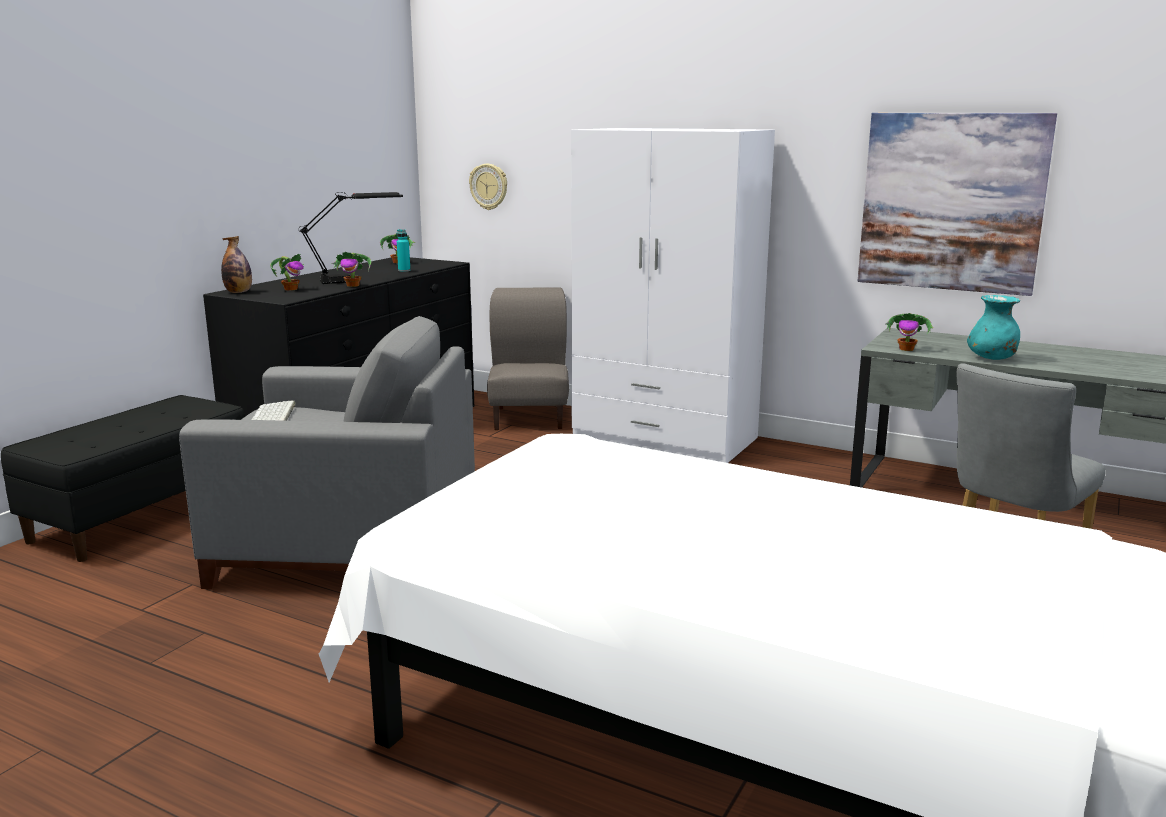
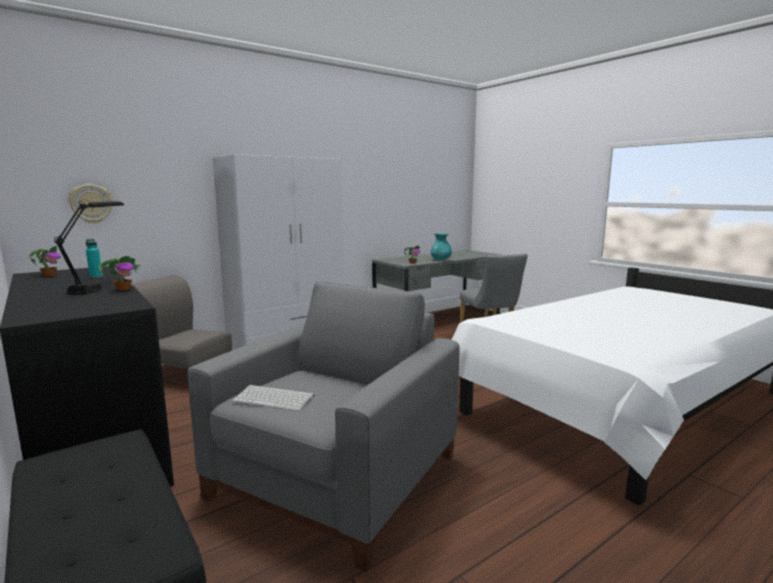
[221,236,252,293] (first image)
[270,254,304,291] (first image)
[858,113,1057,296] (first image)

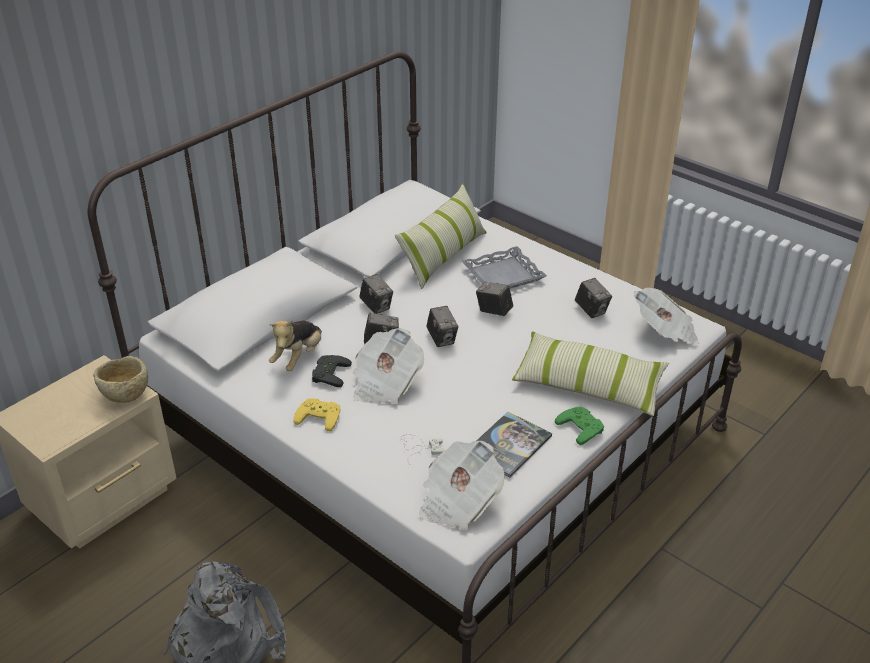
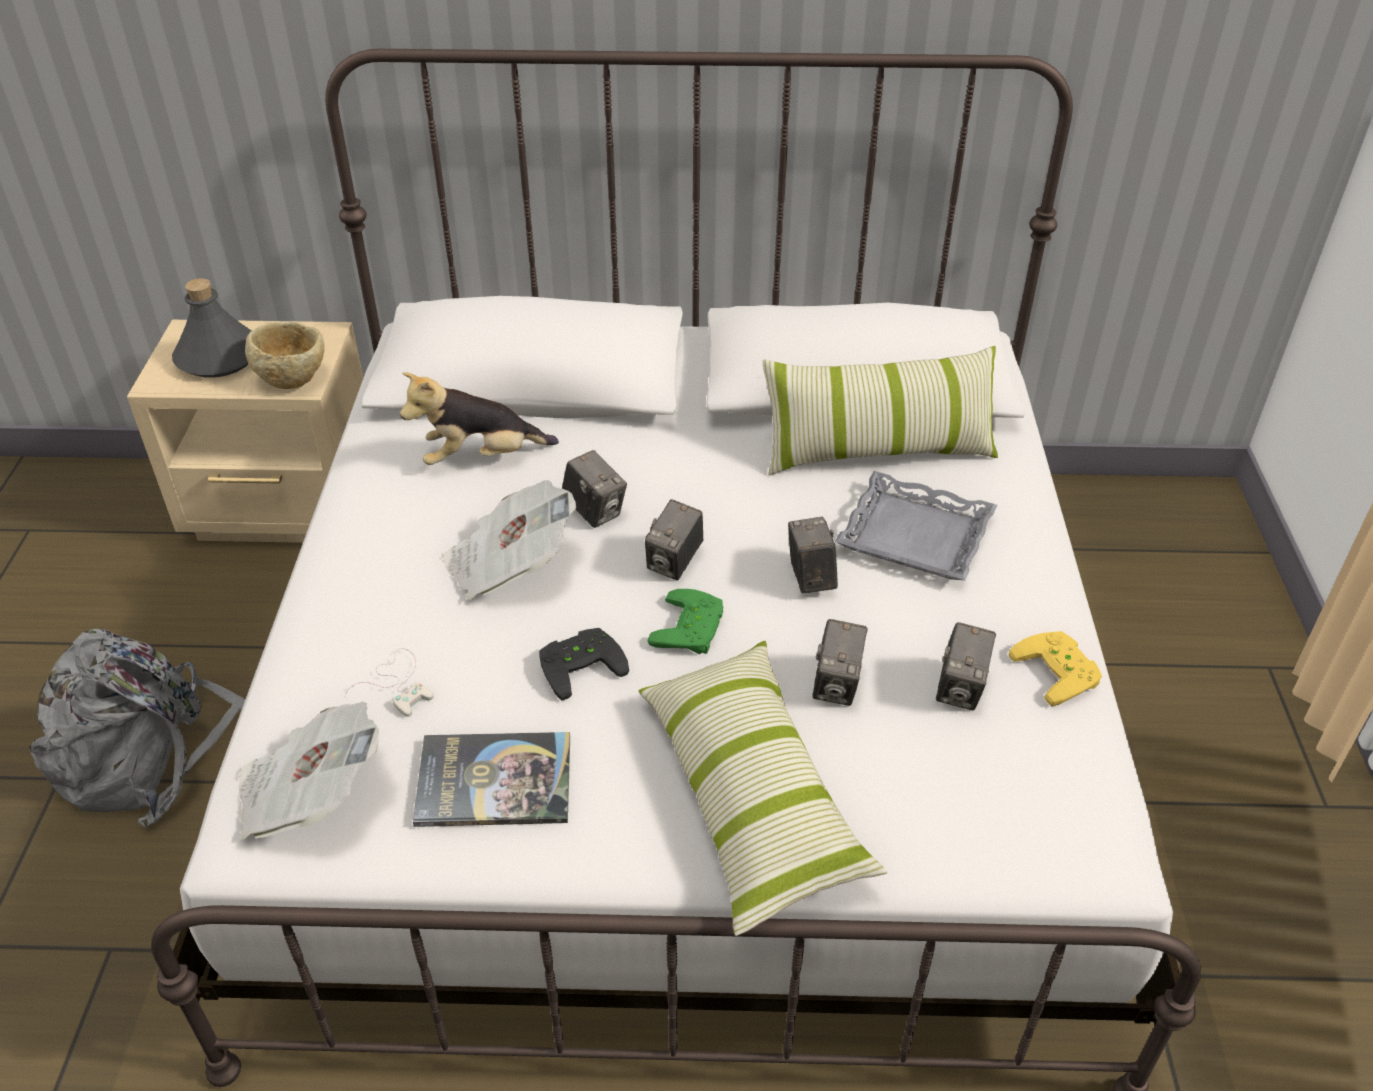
[1008,631,1102,706]
[539,628,629,700]
[812,619,868,706]
[647,589,723,654]
[634,288,699,345] (first image)
[172,278,251,378]

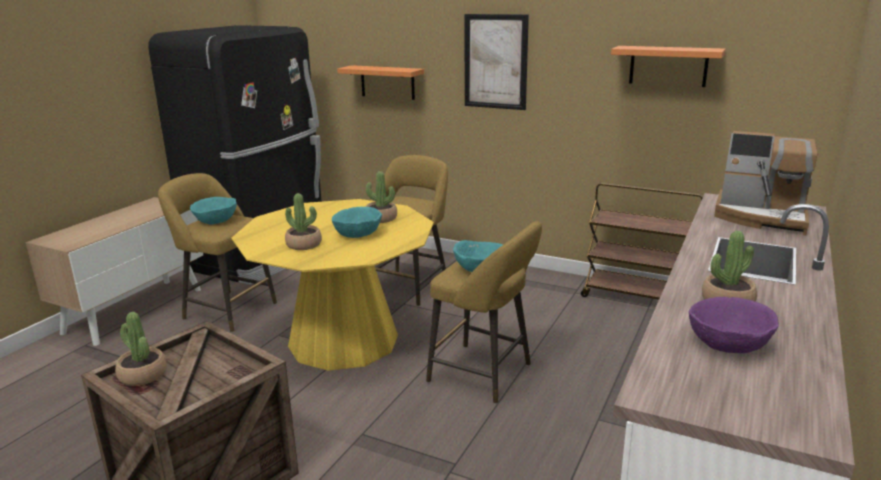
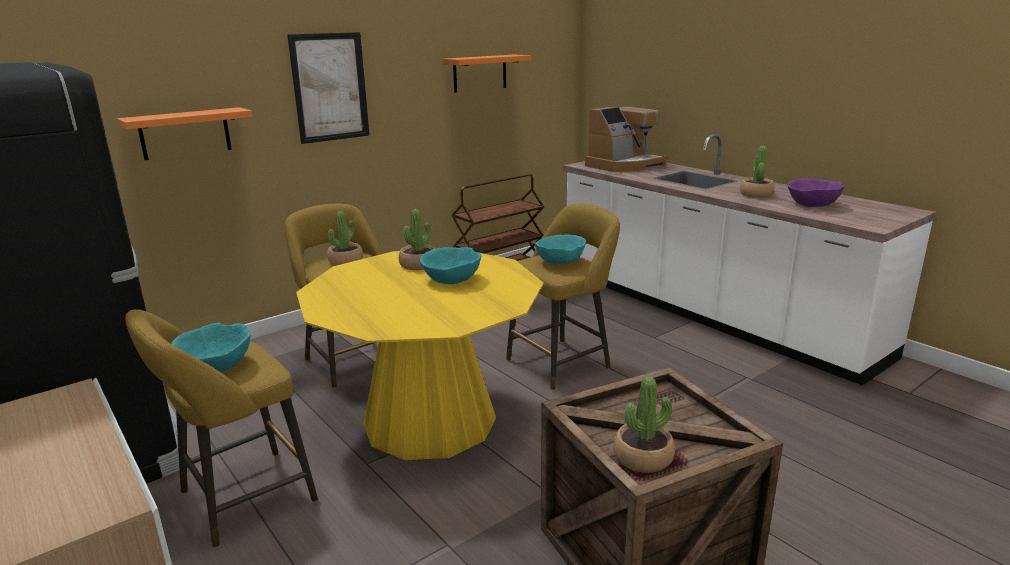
[327,211,363,265]

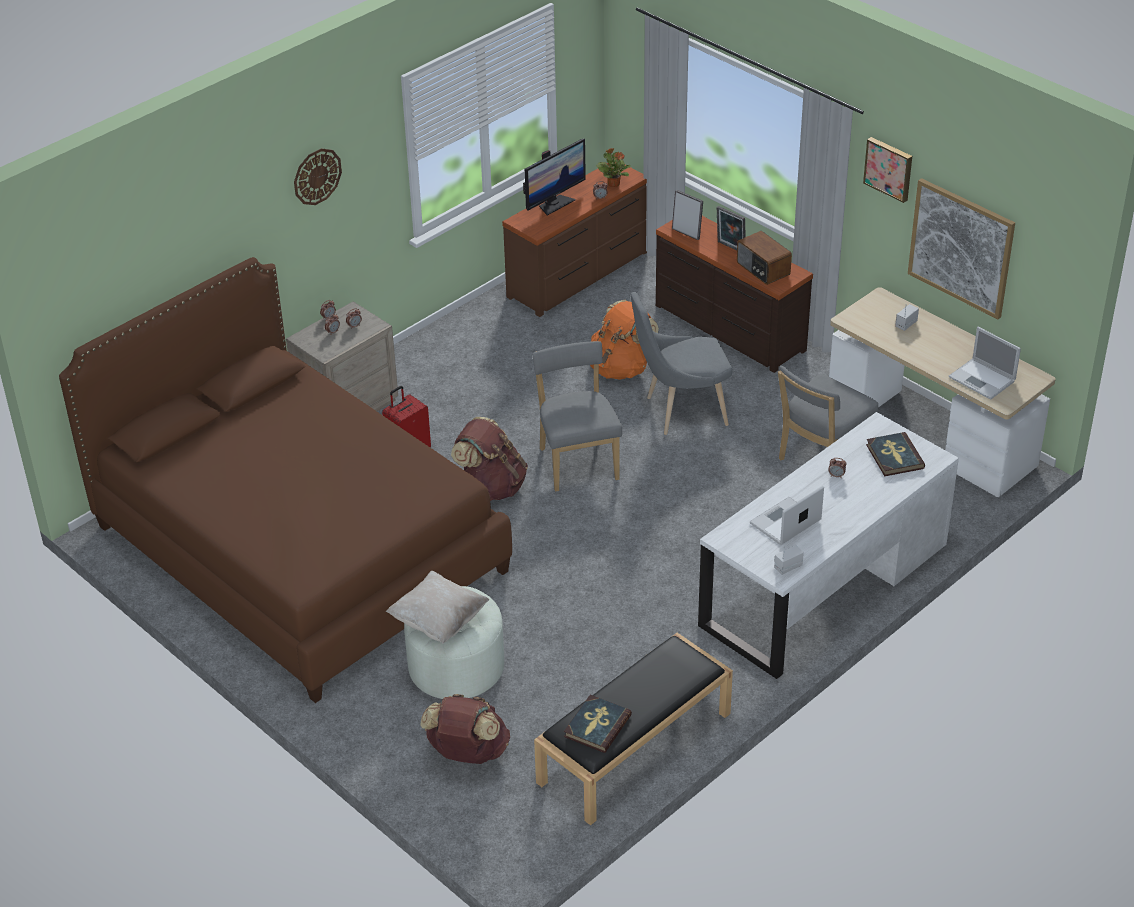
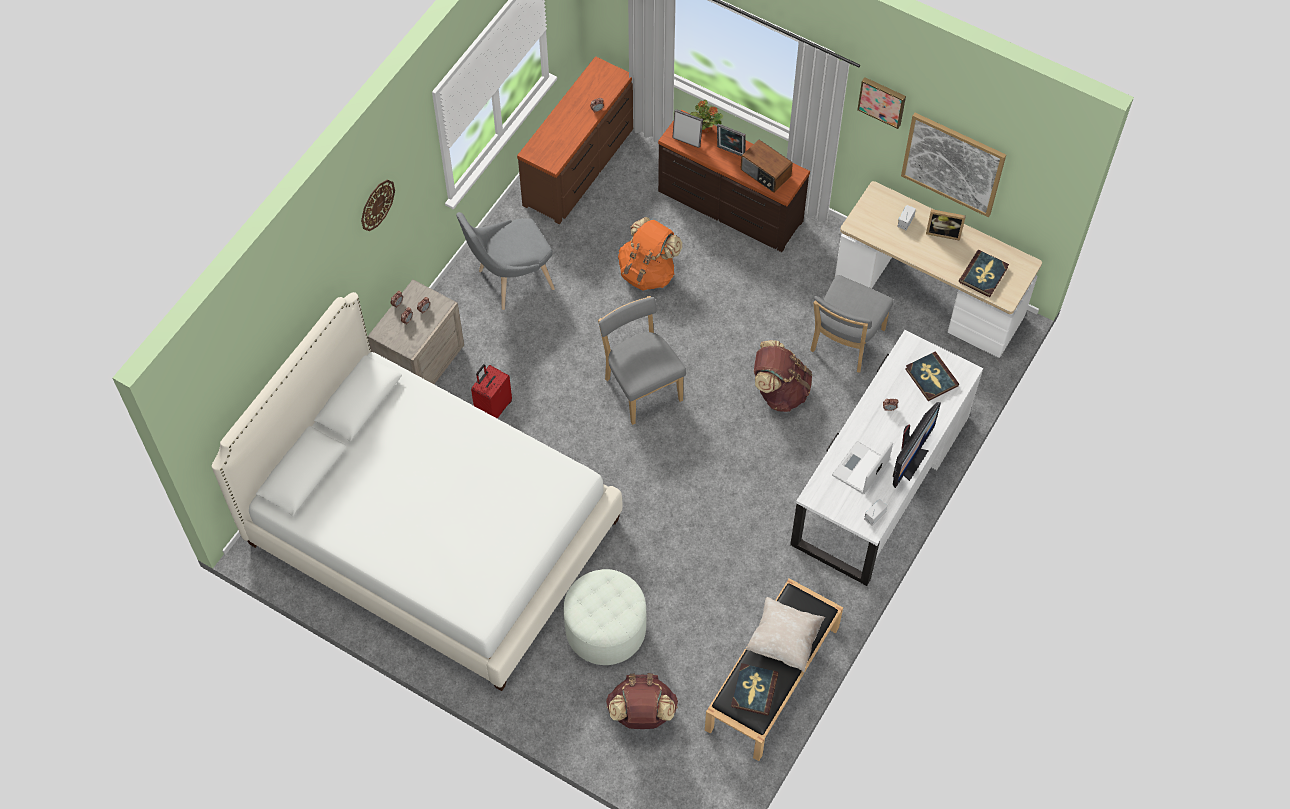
[212,292,622,691]
[745,597,825,672]
[754,340,812,412]
[893,402,941,488]
[690,100,723,133]
[456,212,555,310]
[959,250,1009,297]
[926,209,966,241]

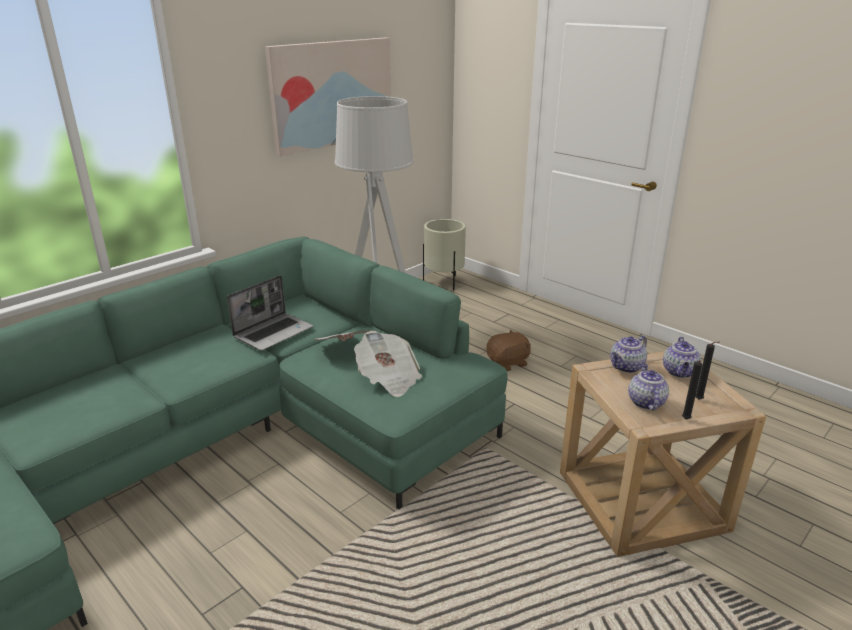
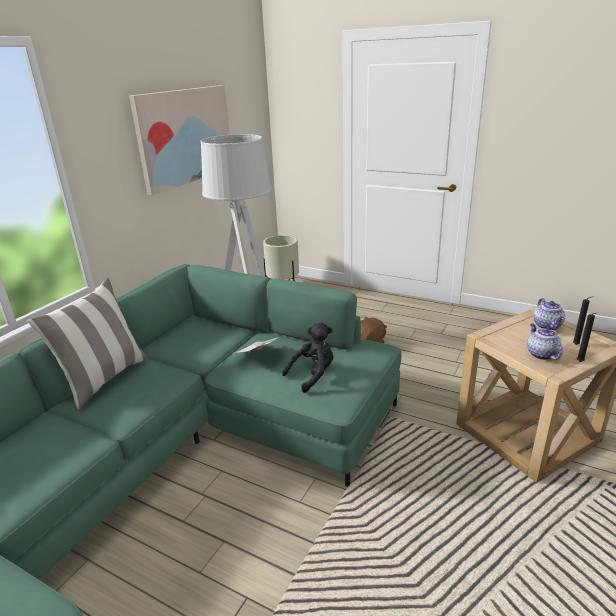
[227,275,313,351] (first image)
[282,322,333,393]
[610,335,647,373] (first image)
[27,278,148,409]

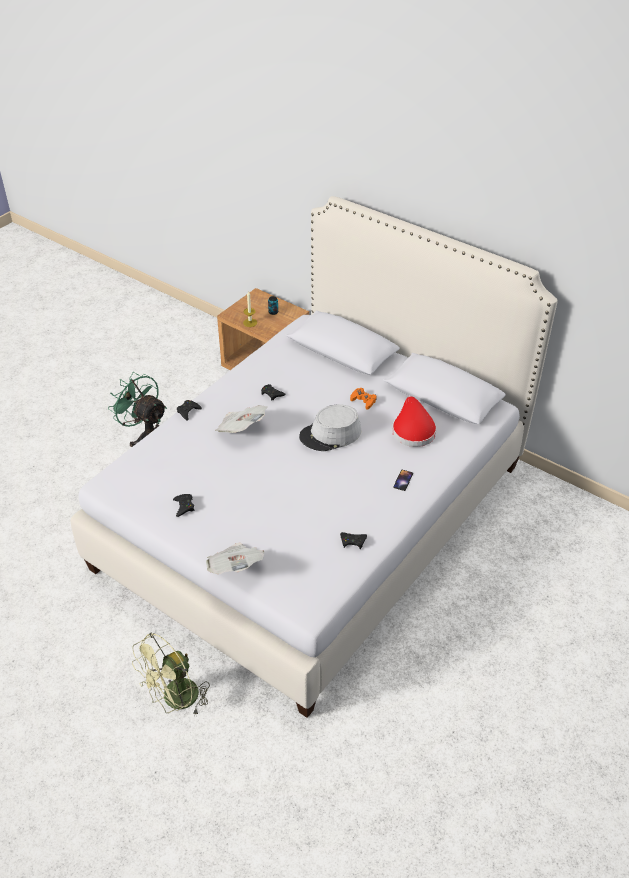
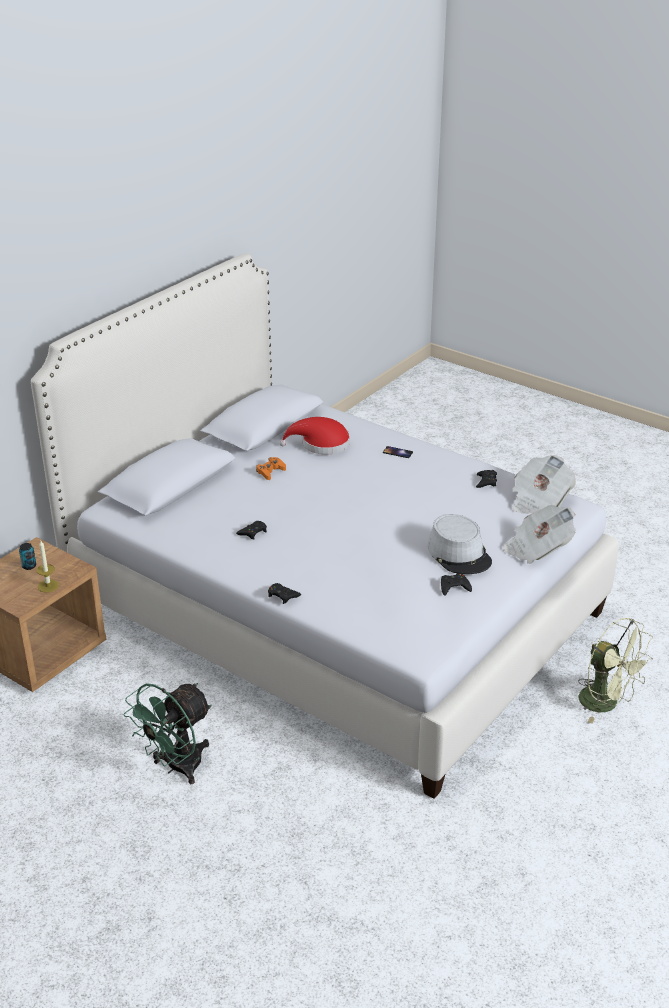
[512,455,576,514]
[427,514,492,574]

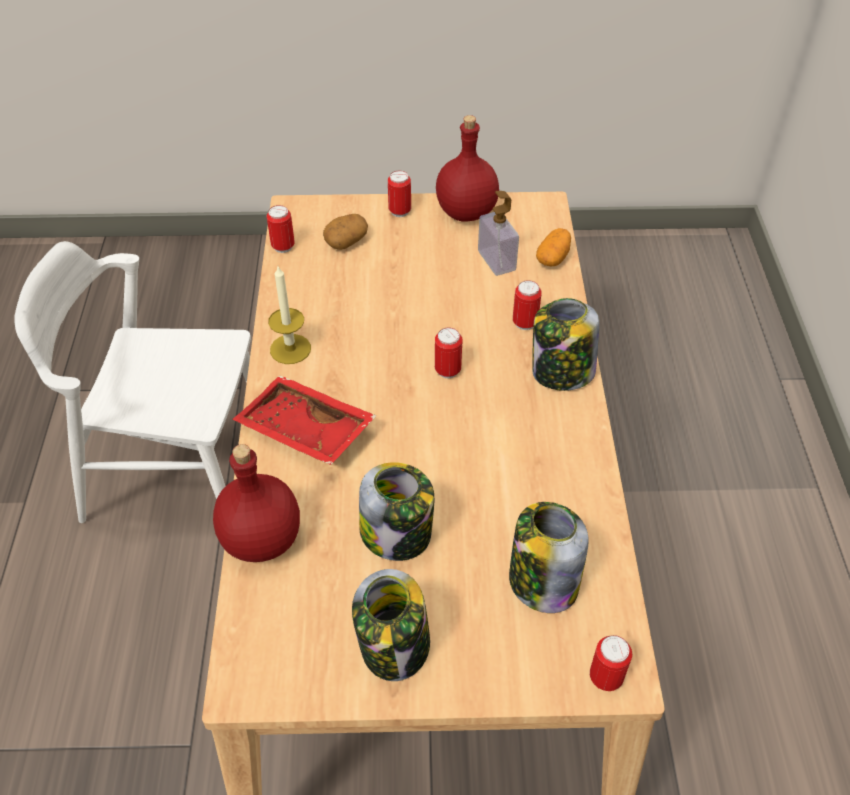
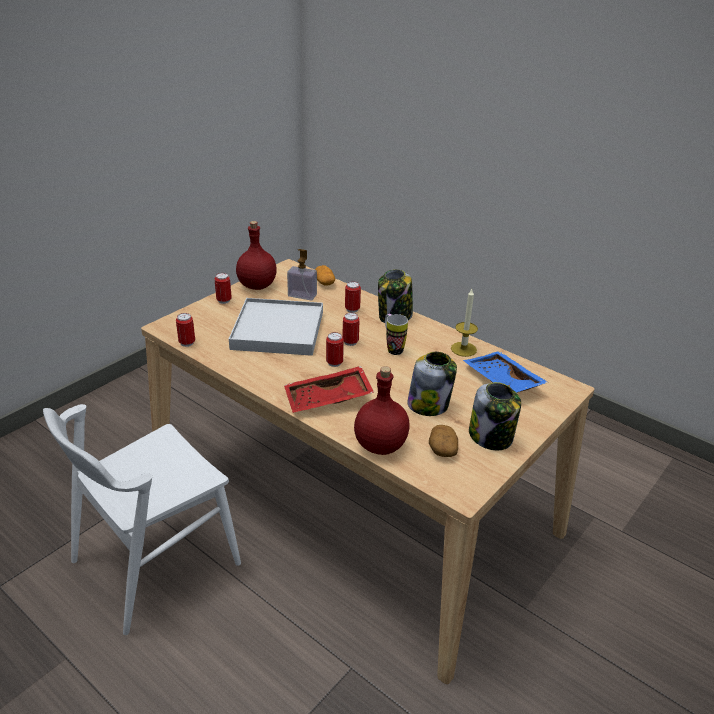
[451,289,478,357]
[429,425,458,457]
[463,351,549,393]
[326,332,344,367]
[229,298,323,356]
[385,314,408,355]

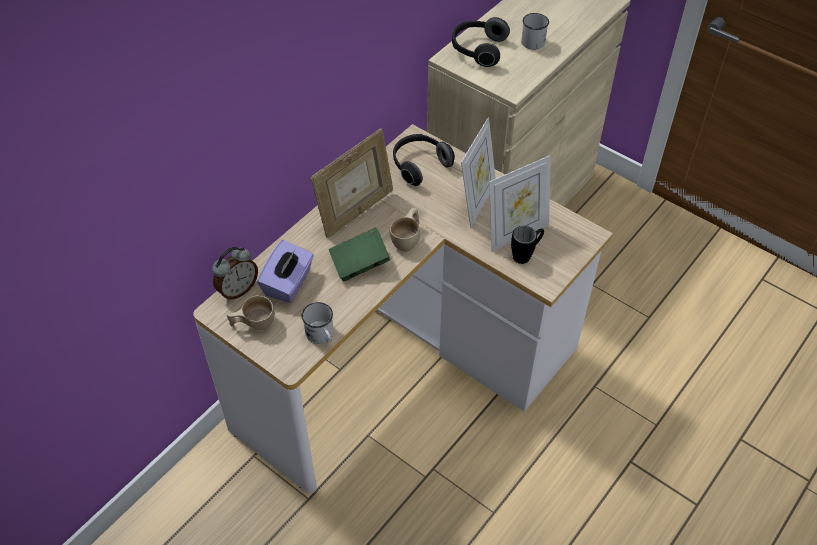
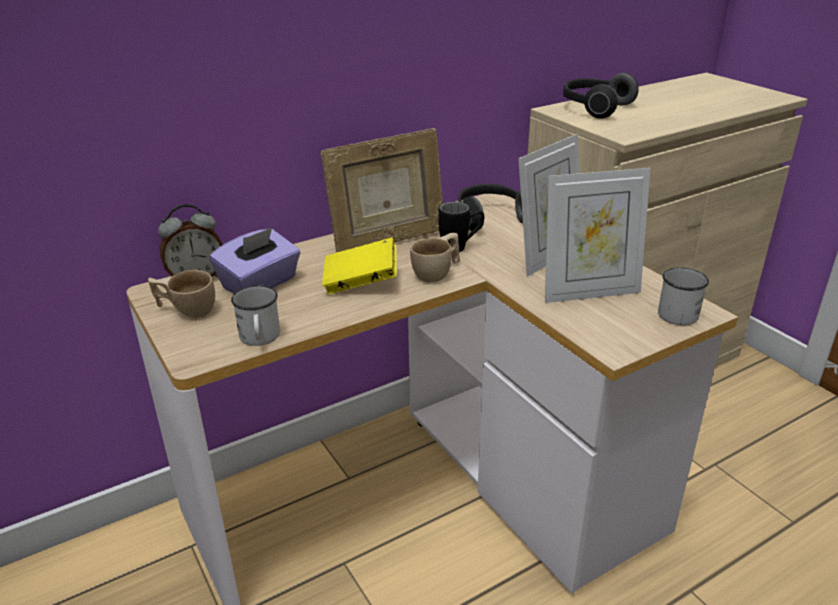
[322,237,397,294]
[438,202,484,252]
[658,267,709,325]

